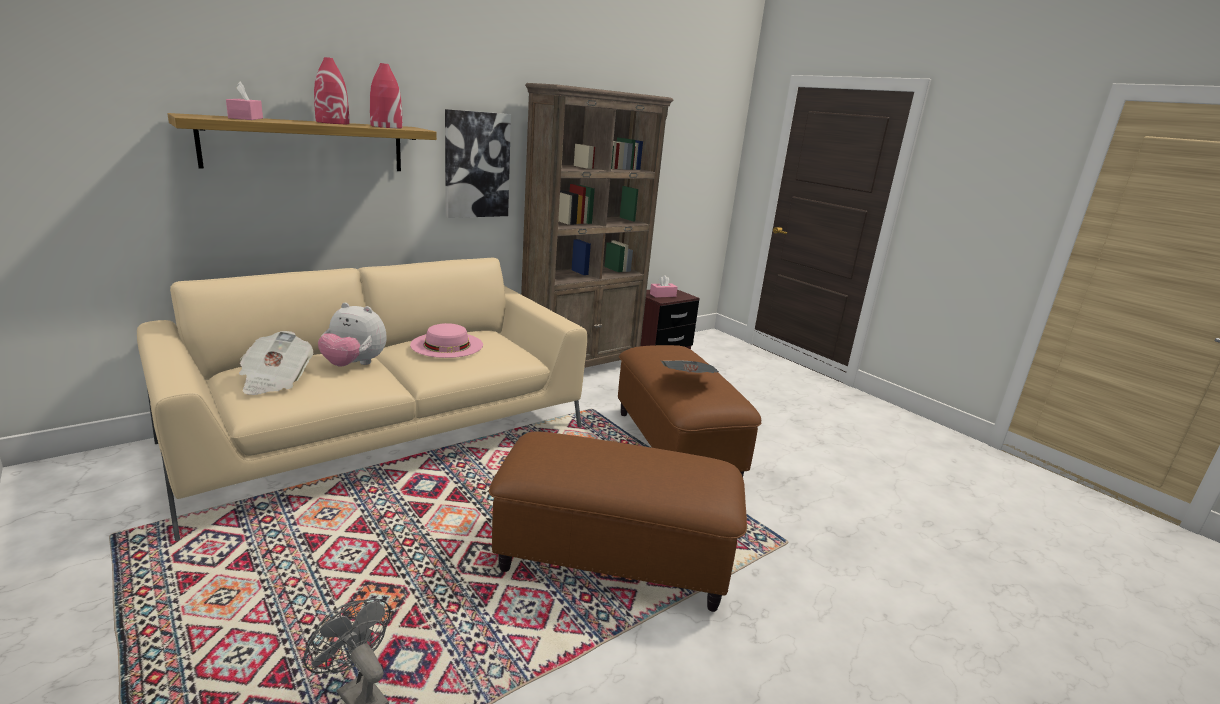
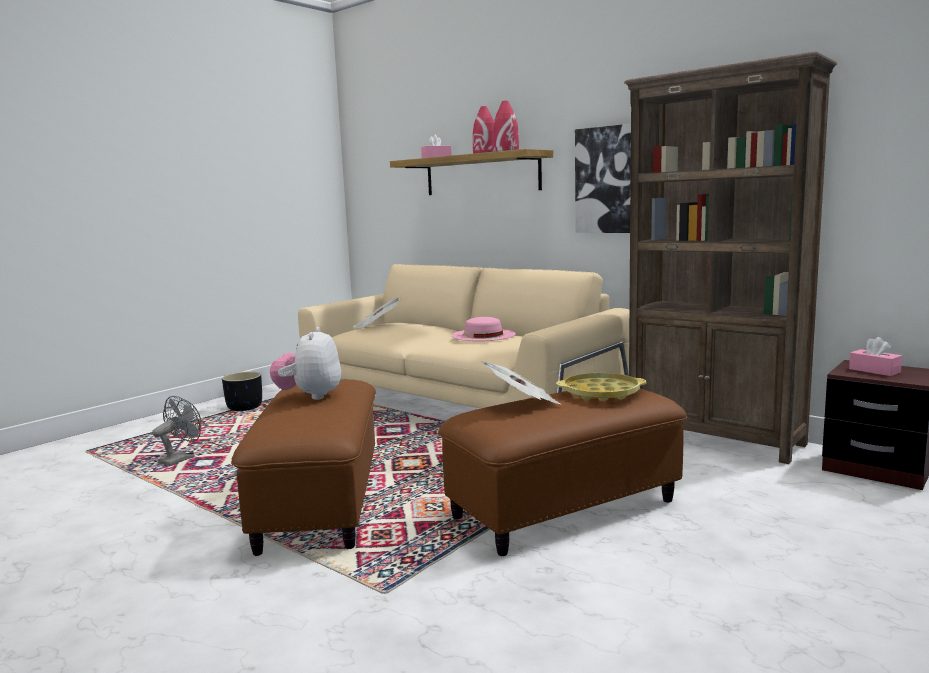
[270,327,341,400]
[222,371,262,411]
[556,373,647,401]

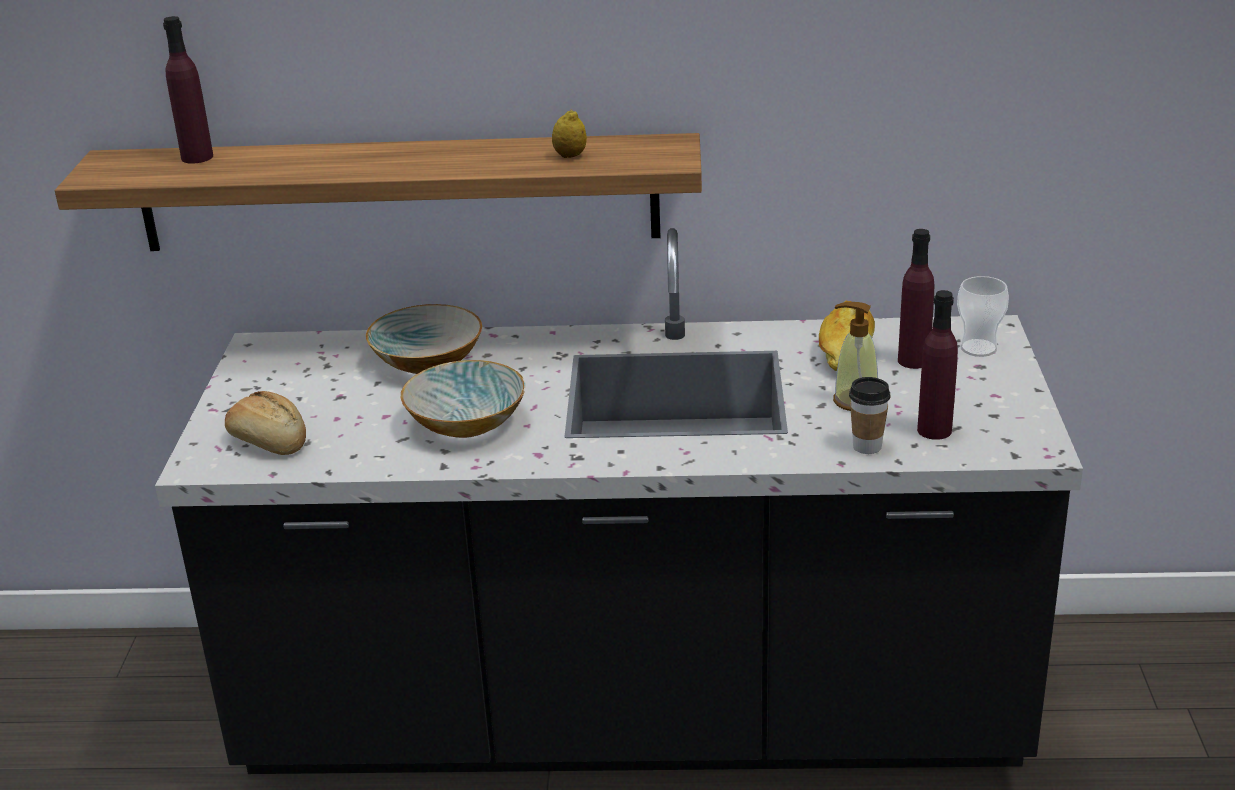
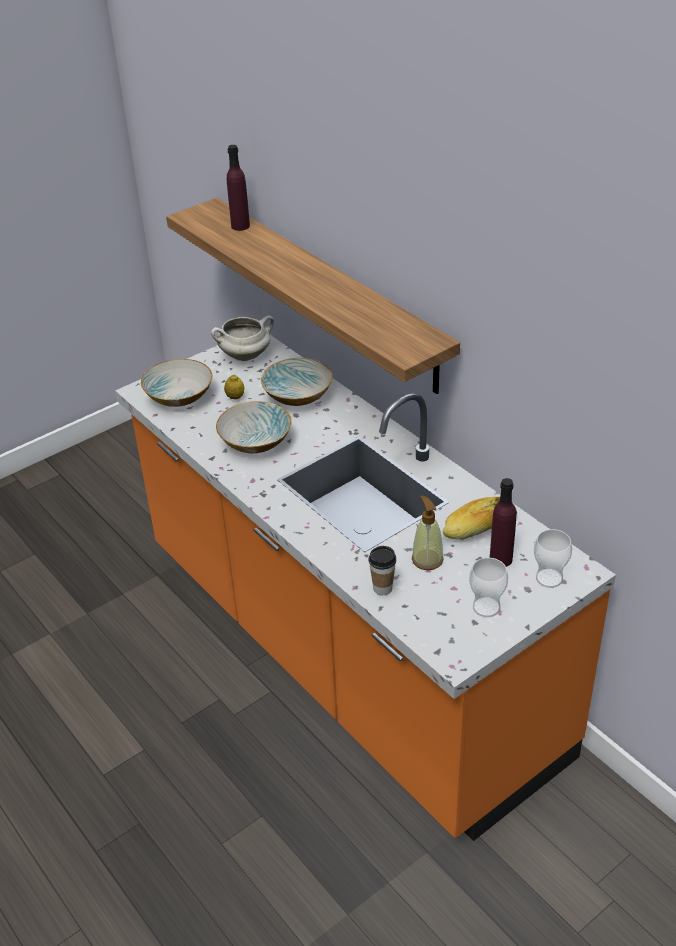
[115,335,616,841]
[141,359,212,407]
[224,375,244,399]
[917,290,958,440] (first image)
[211,315,274,361]
[469,558,508,617]

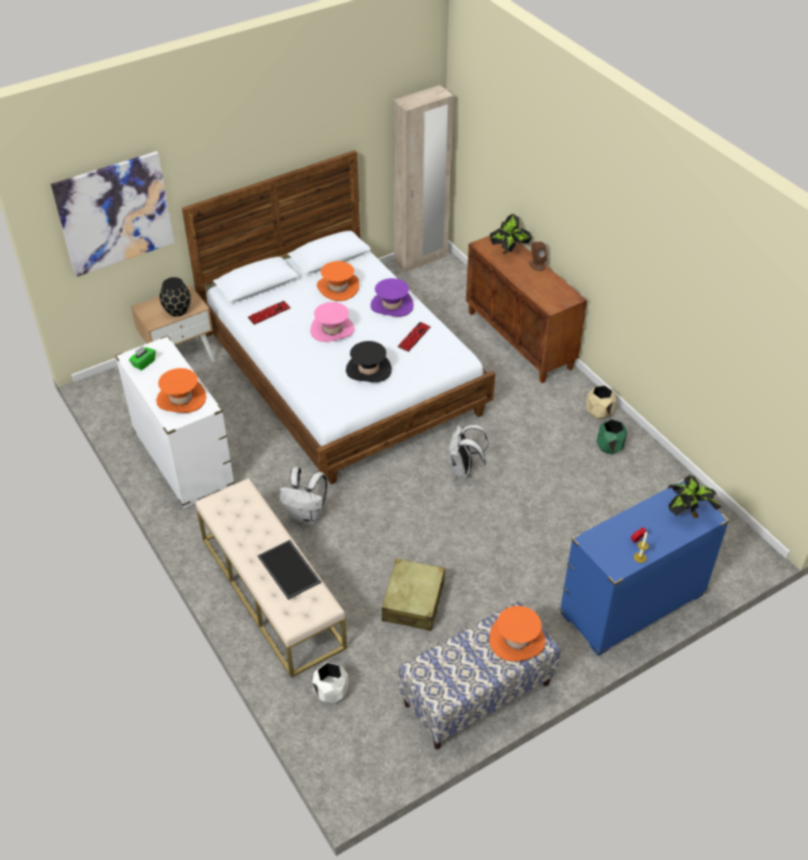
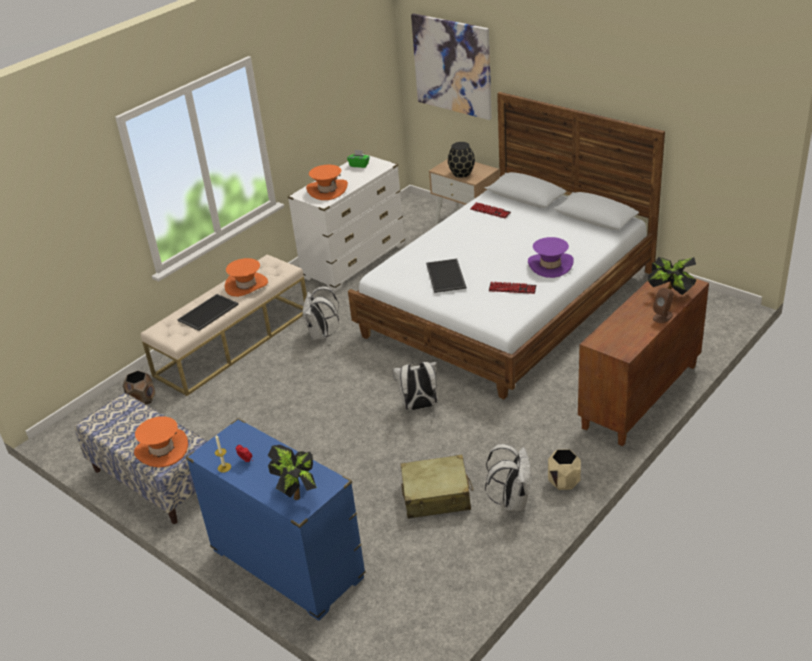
[310,302,355,342] (first image)
[123,371,156,405]
[225,258,268,297]
[426,259,467,293]
[401,455,473,519]
[393,85,453,273] (first image)
[485,444,533,511]

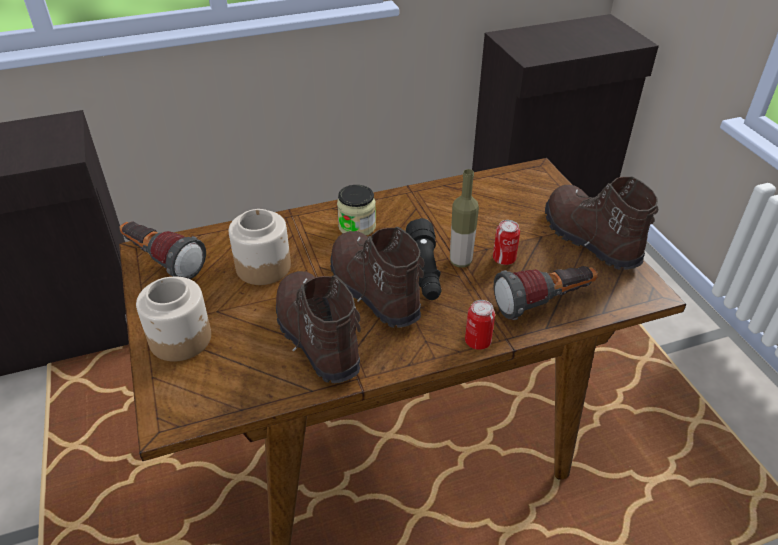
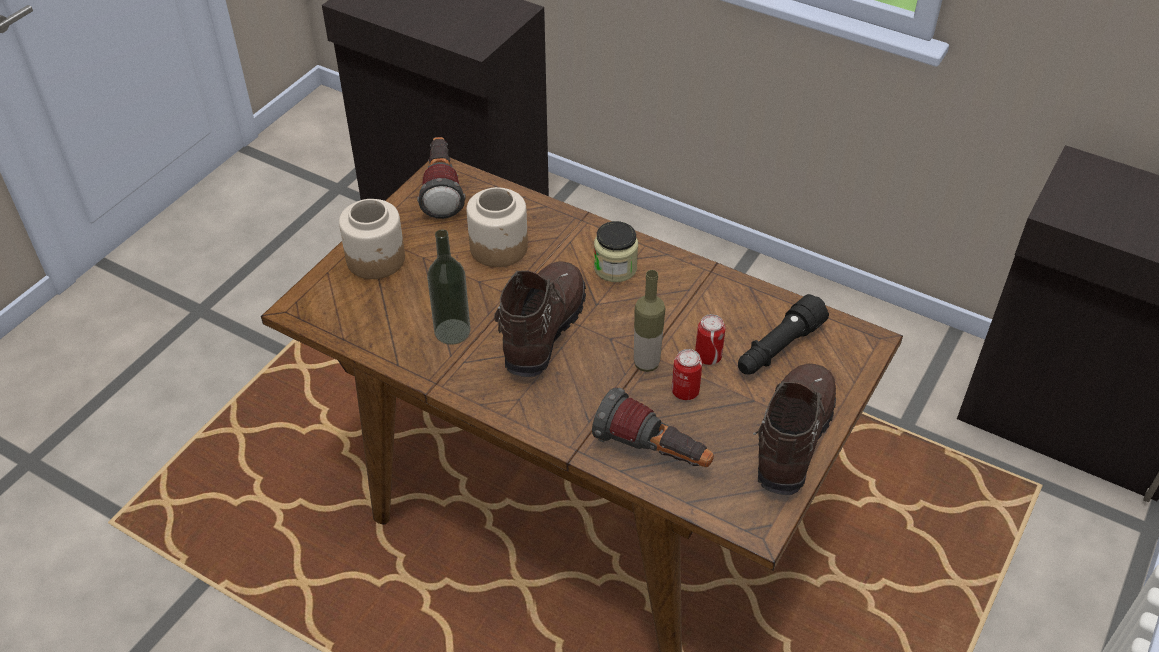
[427,229,471,345]
[738,294,829,374]
[695,314,725,365]

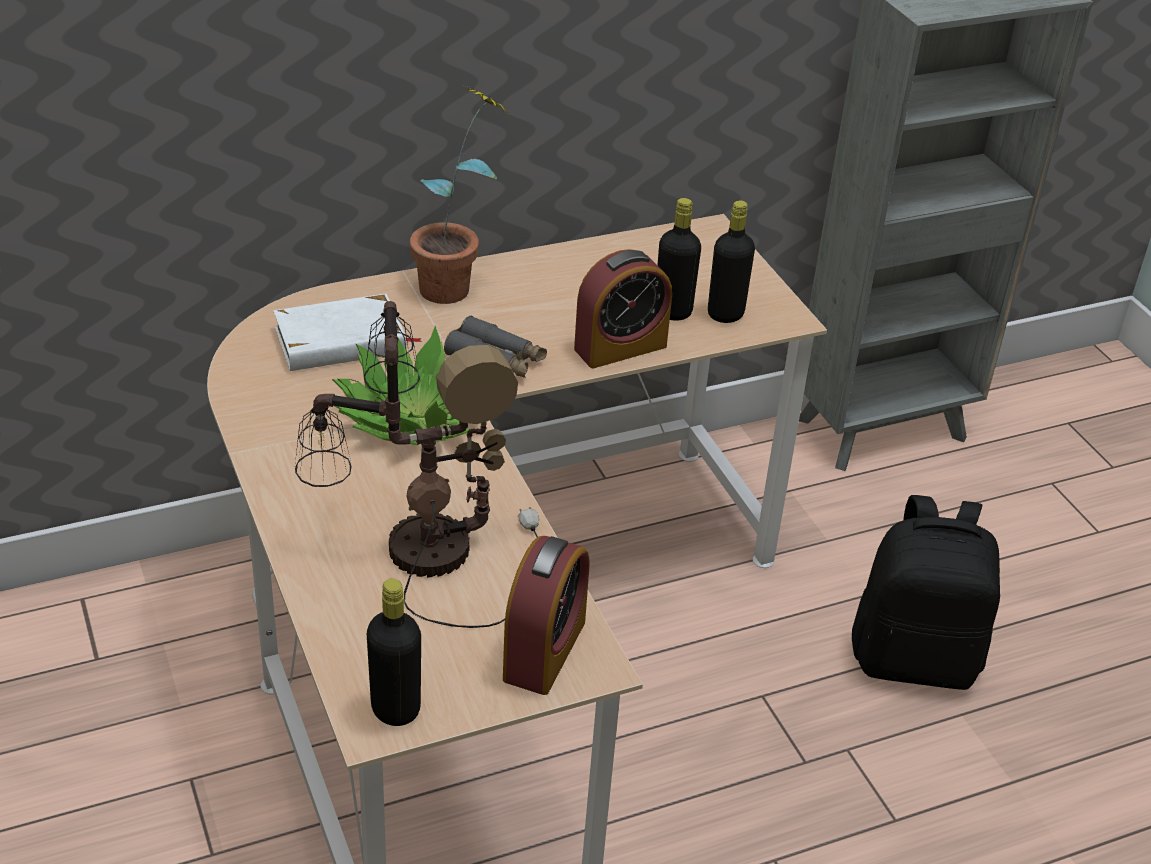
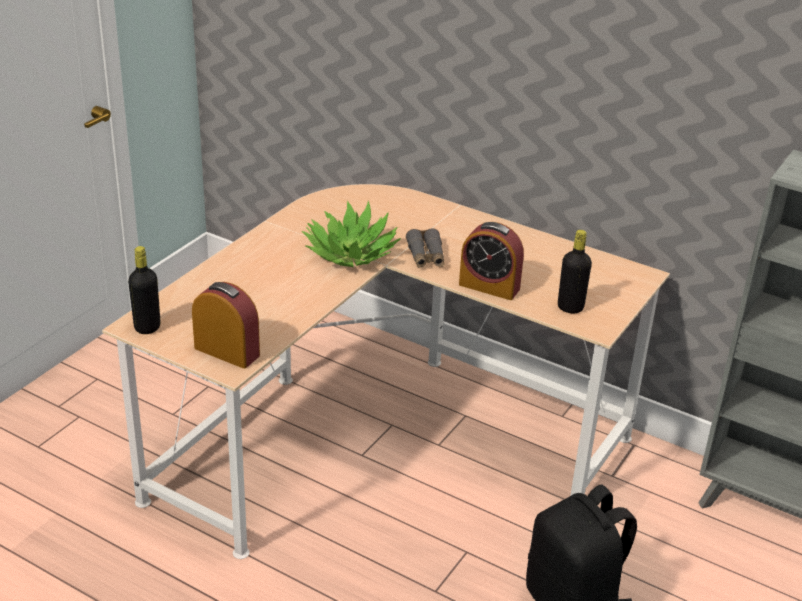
[273,294,422,371] (first image)
[295,301,539,628] (first image)
[410,84,508,304] (first image)
[192,282,260,369]
[658,198,701,321] (first image)

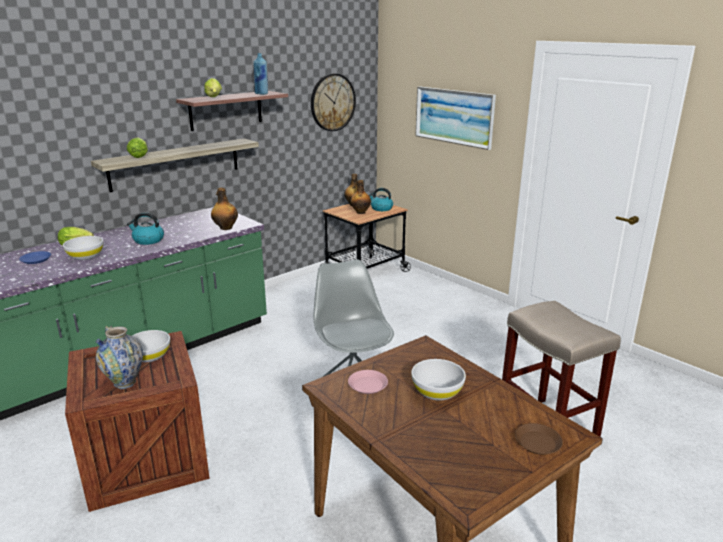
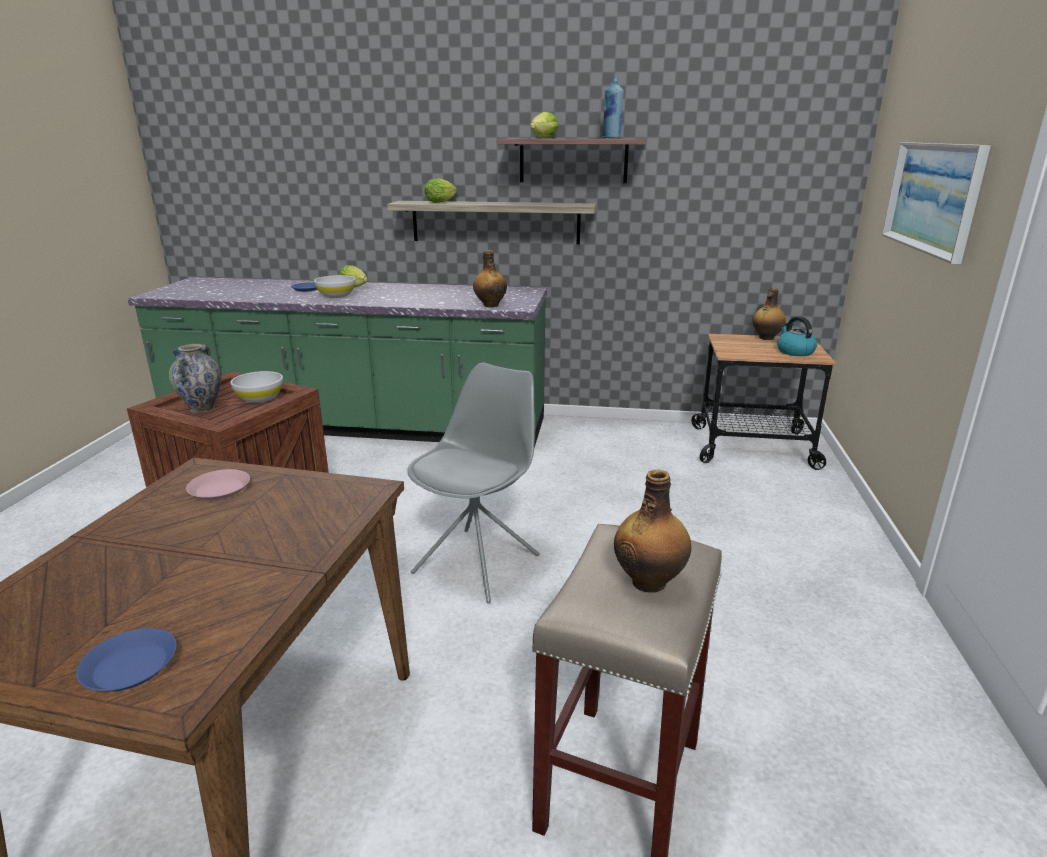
[127,212,164,245] (first image)
[311,73,356,131] (first image)
[614,469,692,593]
[411,359,466,401] (first image)
[76,628,177,691]

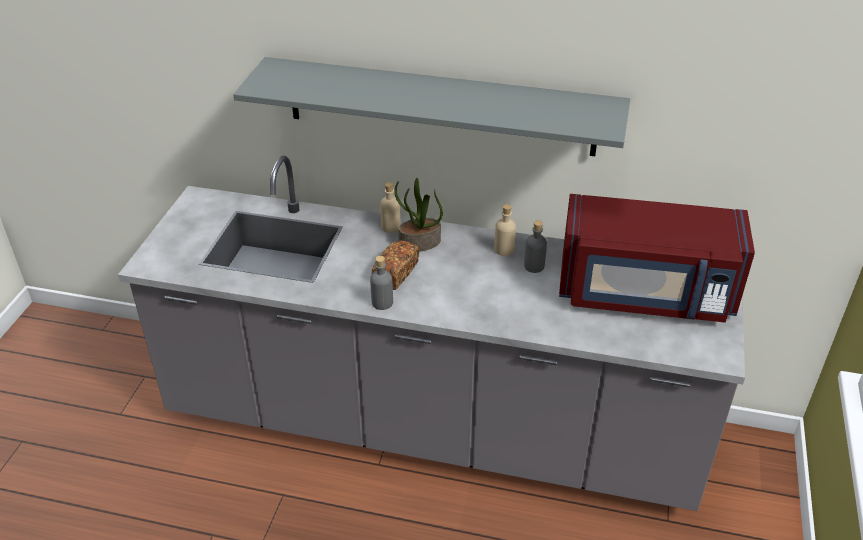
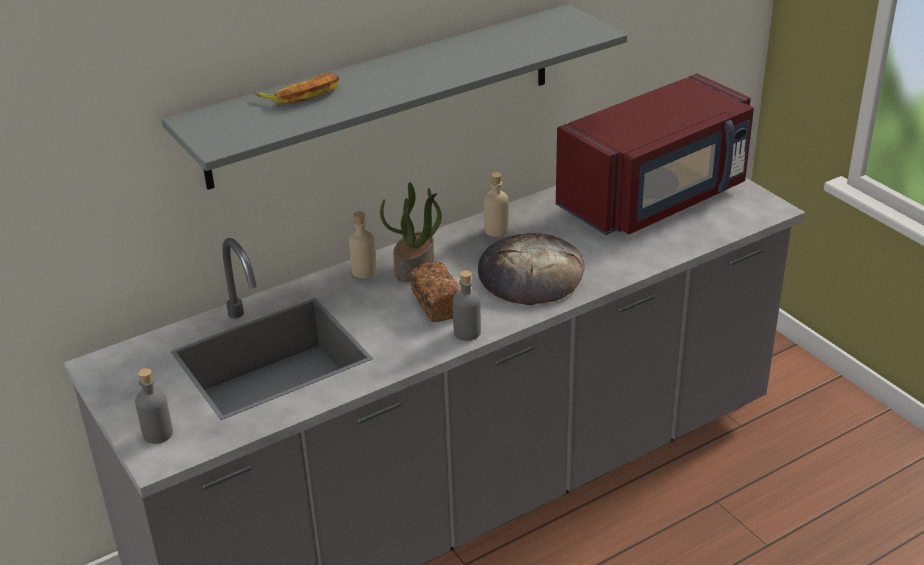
[135,368,173,444]
[255,73,339,104]
[478,233,585,305]

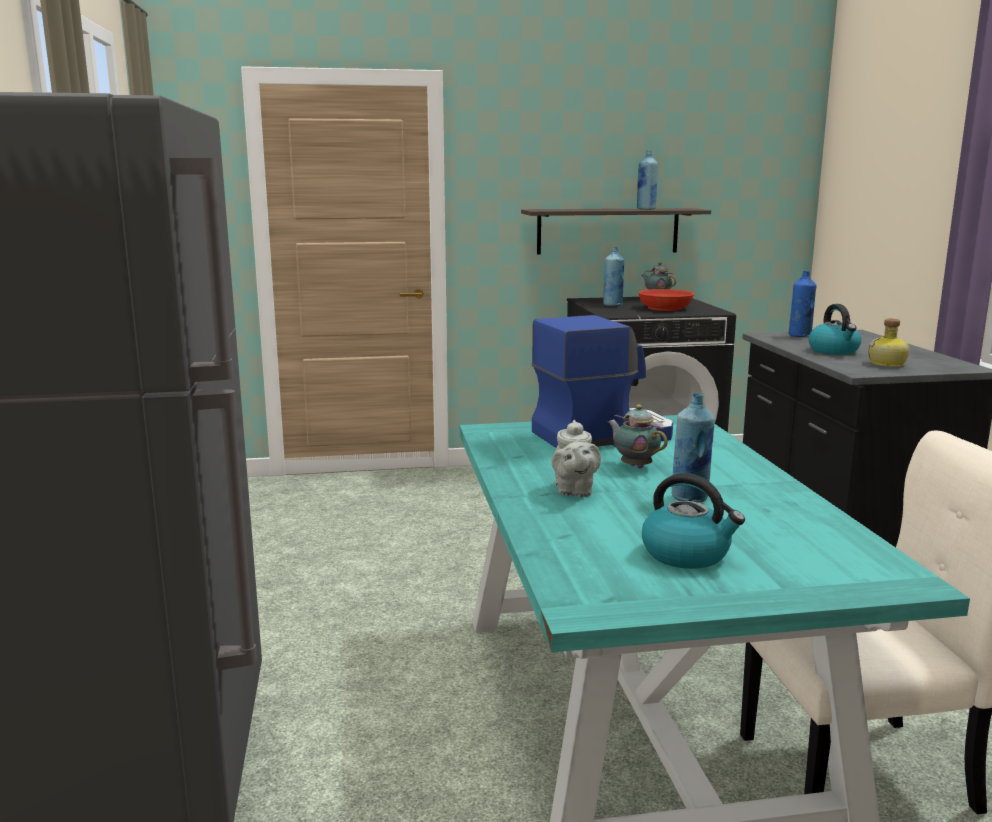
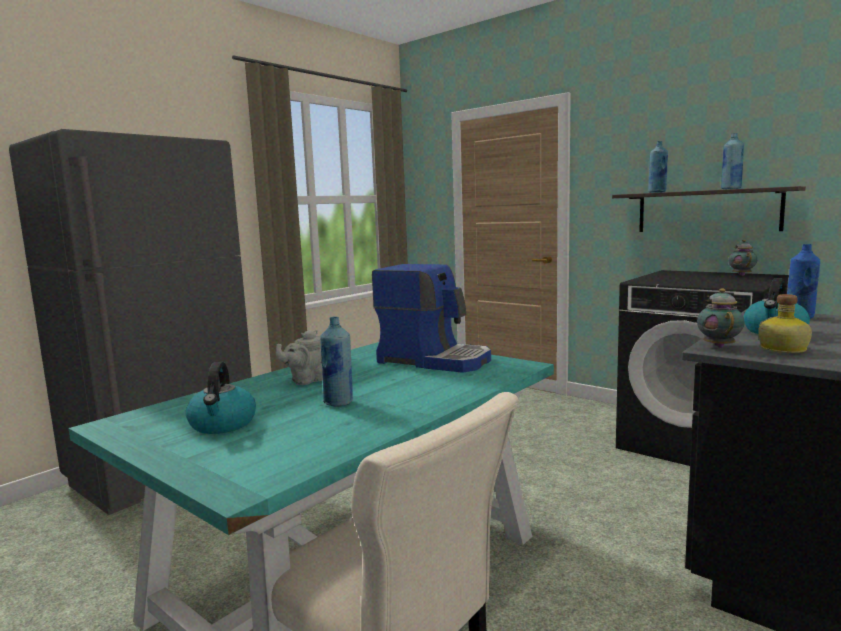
[648,141,668,193]
[697,288,745,348]
[638,289,694,311] (first image)

